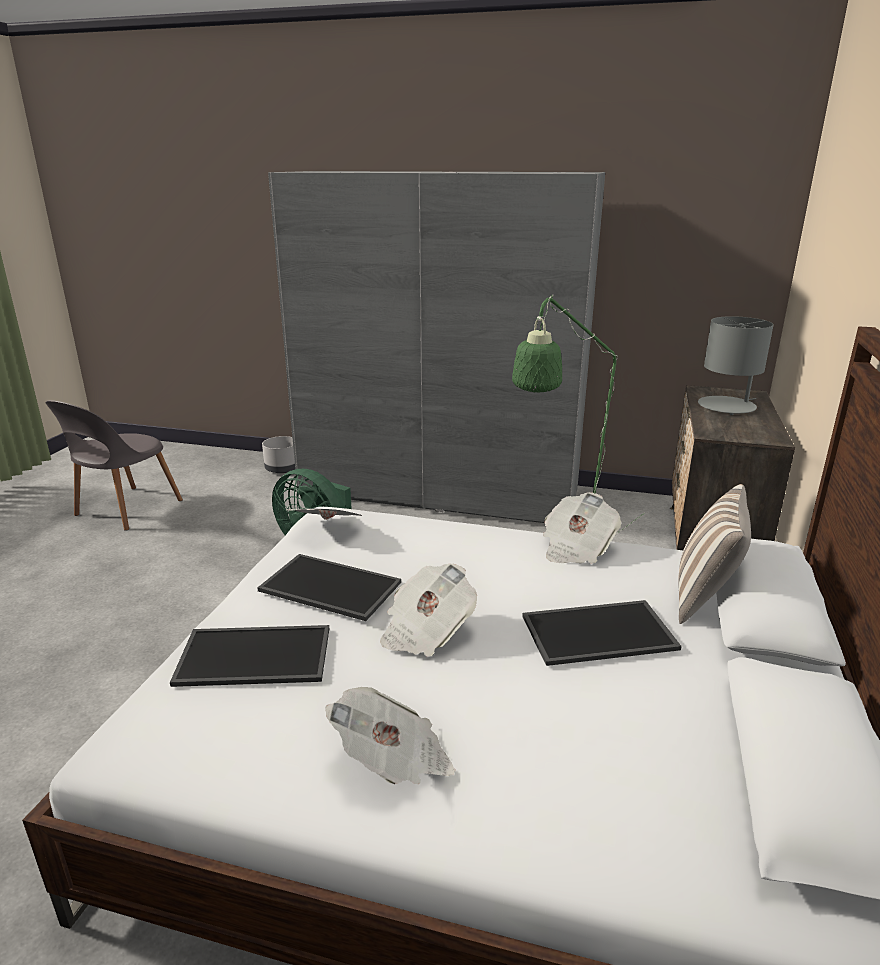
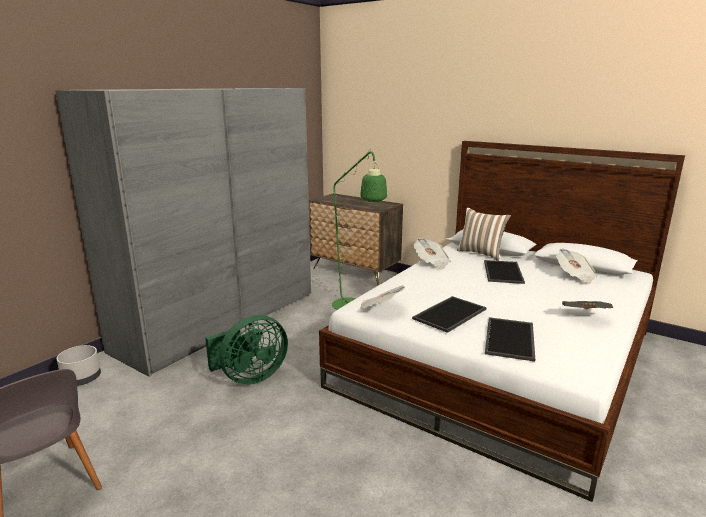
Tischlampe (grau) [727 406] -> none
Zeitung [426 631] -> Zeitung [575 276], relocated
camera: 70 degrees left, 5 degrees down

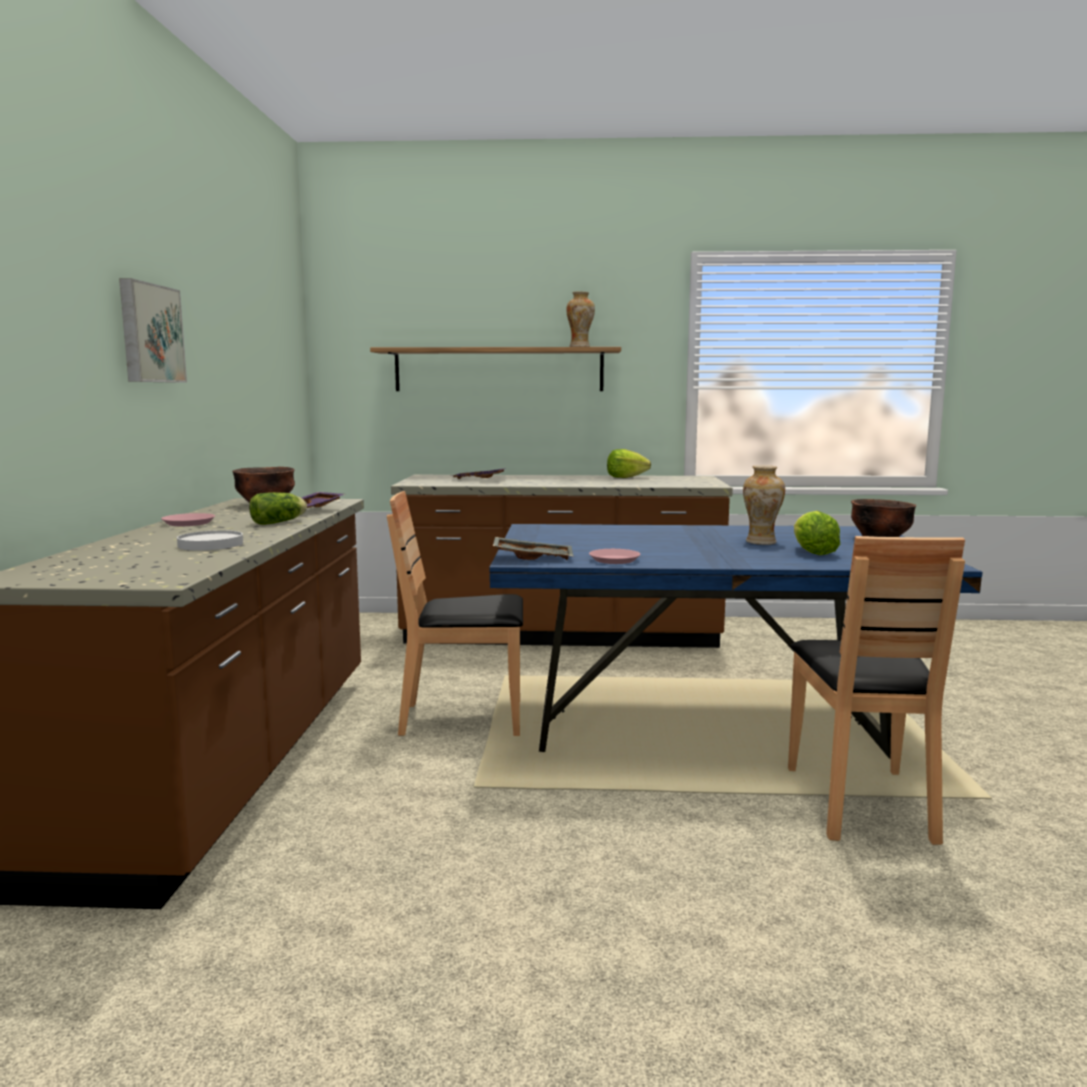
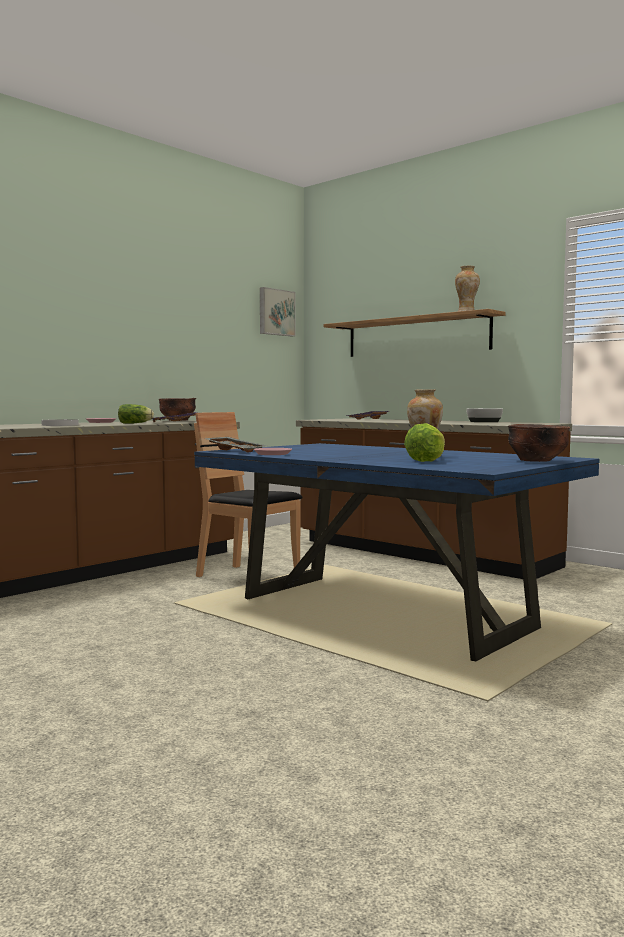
Stuhl (braun) [861 802] -> none
Bild [149 333] -> Bild [276 312], relocated
Salatkopf [625 477] -> Schüssel [484 421]
camera: 40 degrees right, 5 degrees down

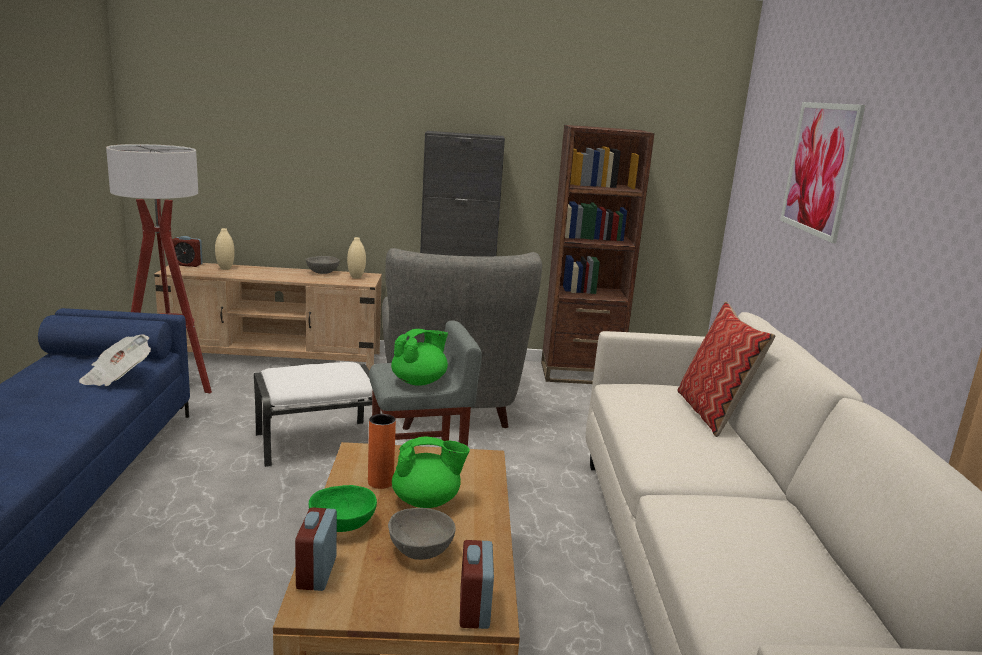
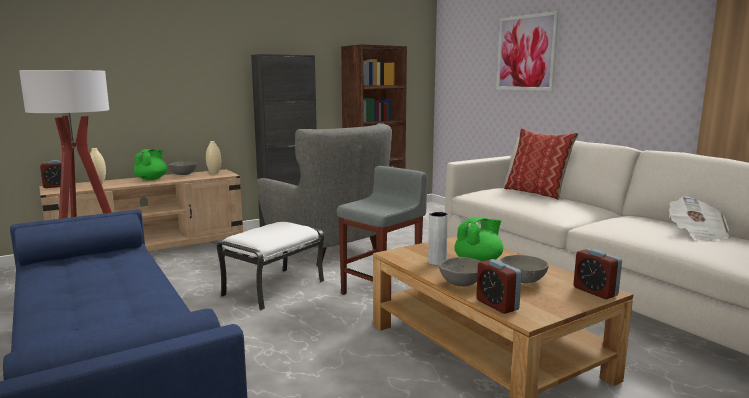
Zeitung [117 377] -> Zeitung [696 234], relocated
Teekanne (grün) [419 381] -> Teekanne (grün) [152 179], relocated
Schüssel (grün) [341 525] -> Schüssel (grau) [461 284]
Vase (orange) [380 482] -> Vase (grau) [437 262]
camera: 30 degrees left, 5 degrees down

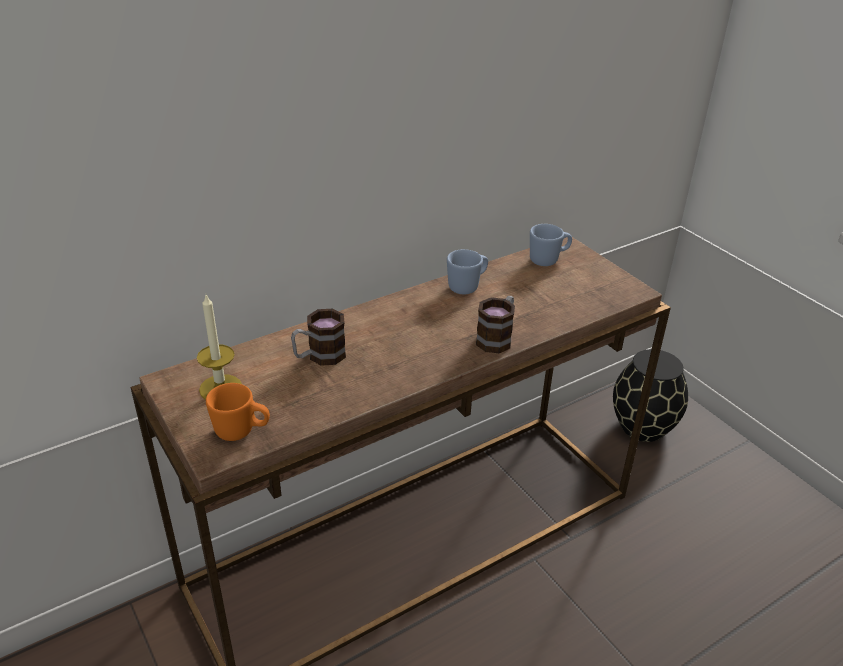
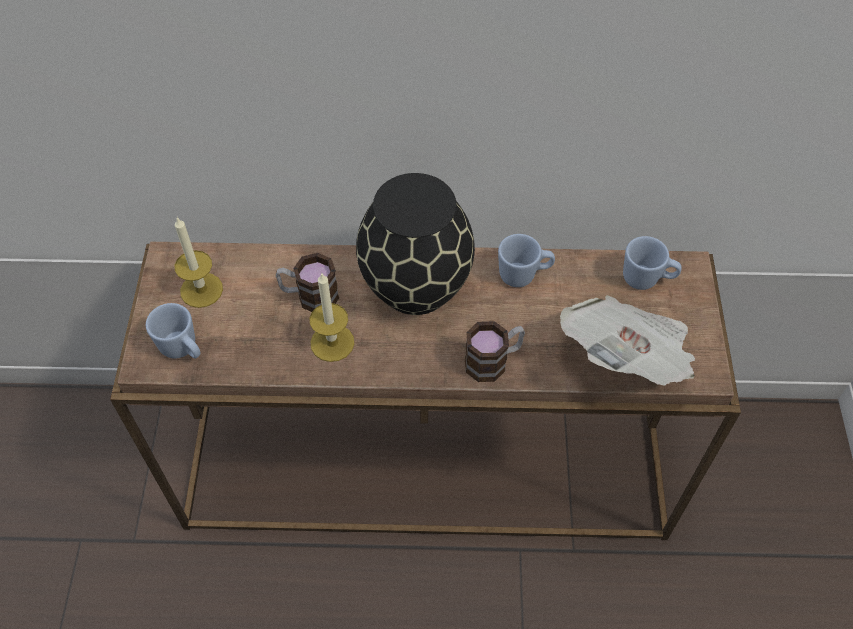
none -> Kerze [332 343]
none -> Zeitung [627 357]
Vase (schwarz) [643 427] -> Vase (schwarz) [416 288], relocated
Henkelbecher (orange) [241 431] -> Henkelbecher (blau) [183 349]
camera: 35 degrees right, 20 degrees up

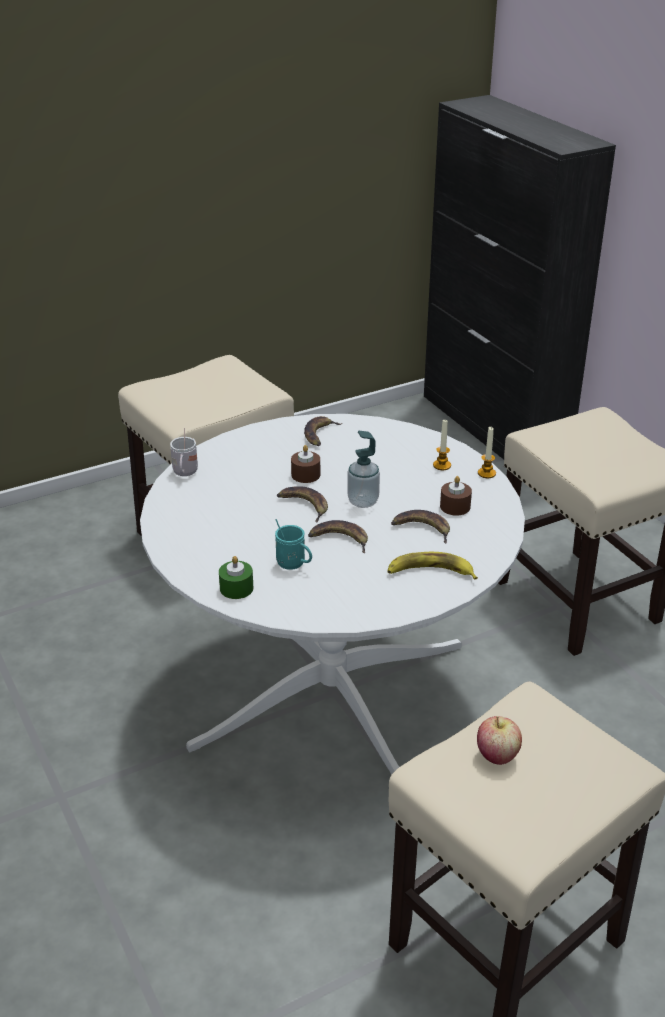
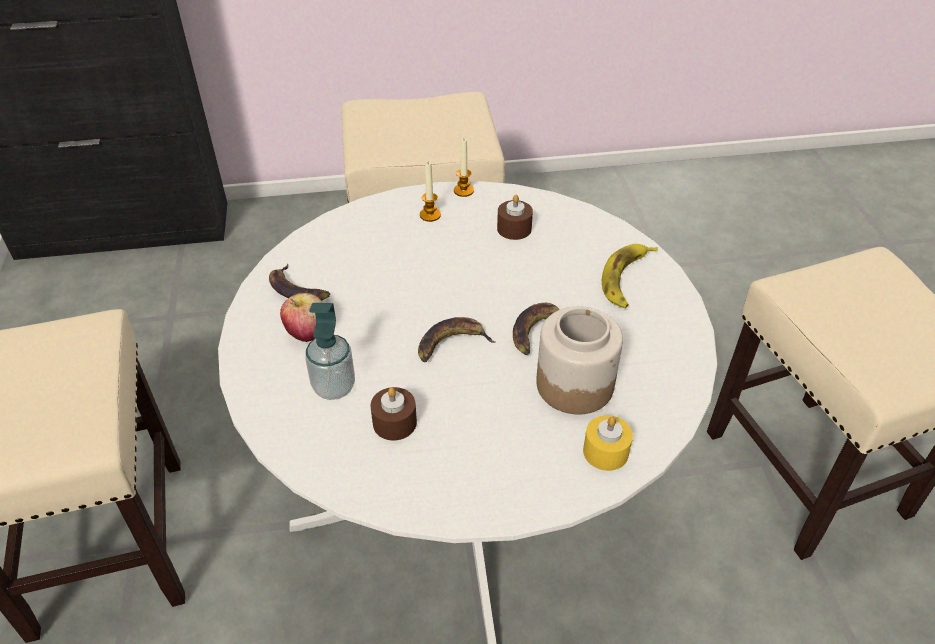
Henkelbecher (weiß) [185 474] -> none
Banane [421 528] -> none
Kerze (braun) [305 475] -> Kerze (braun) [394 422], relocated
Seifenspender [363 501] -> Seifenspender [334 387], relocated
Apfel [497 755] -> Apfel [307 333], relocated
Henkelbecher (türkis) [294 565] -> Vorratsglas [574 384]
Kerze (grün) [236 588] -> Kerze (gelb) [605 451]
camera: 70 degrees left, 10 degrees up

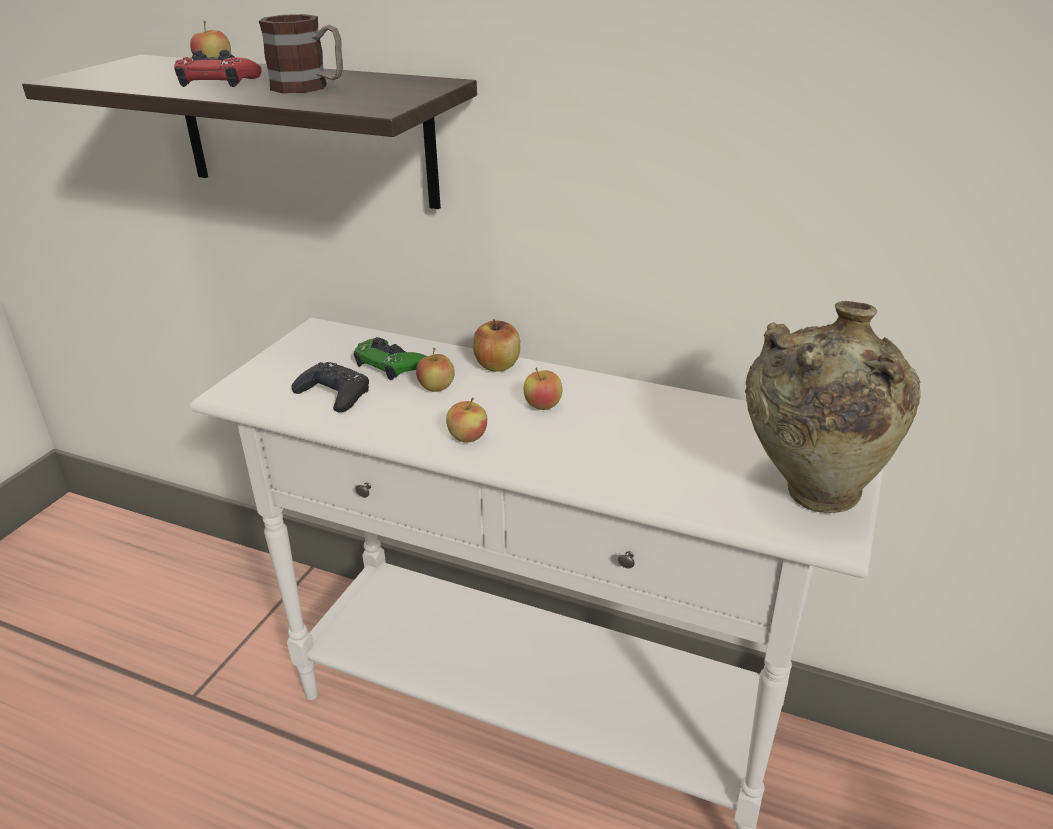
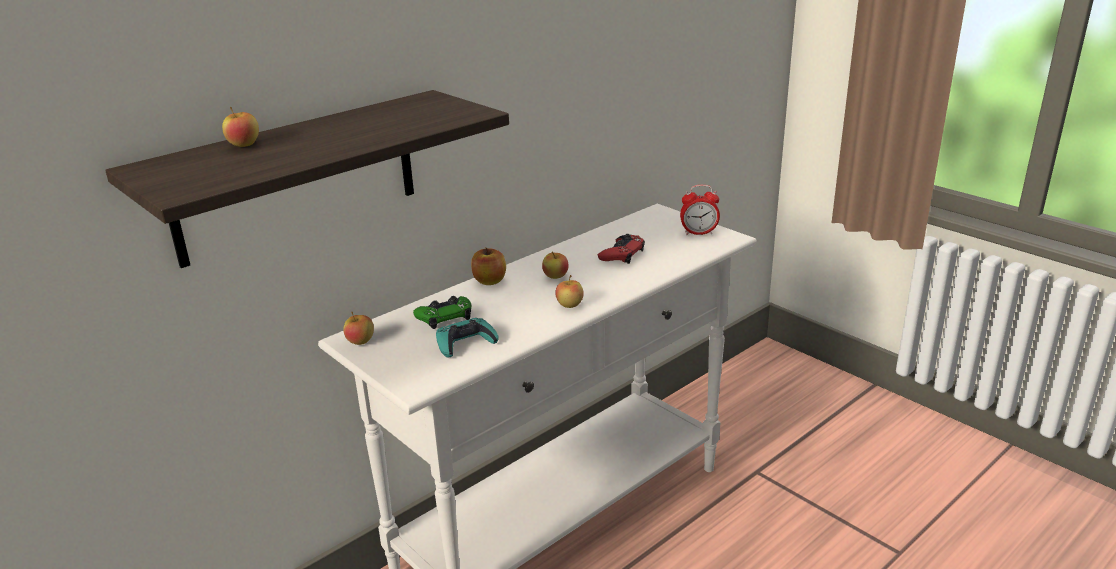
Henkelbecher [309 88] -> none
Gamepad (rot) [217 81] -> Gamepad (rot) [622 254], relocated
Apfel [436 388] -> Apfel [360 342], relocated
Vase (beige) [810 495] -> Wecker [698 233]
Gamepad (schwarz) [333 394] -> Gamepad (türkis) [465 343]
camera: 65 degrees left, 5 degrees down

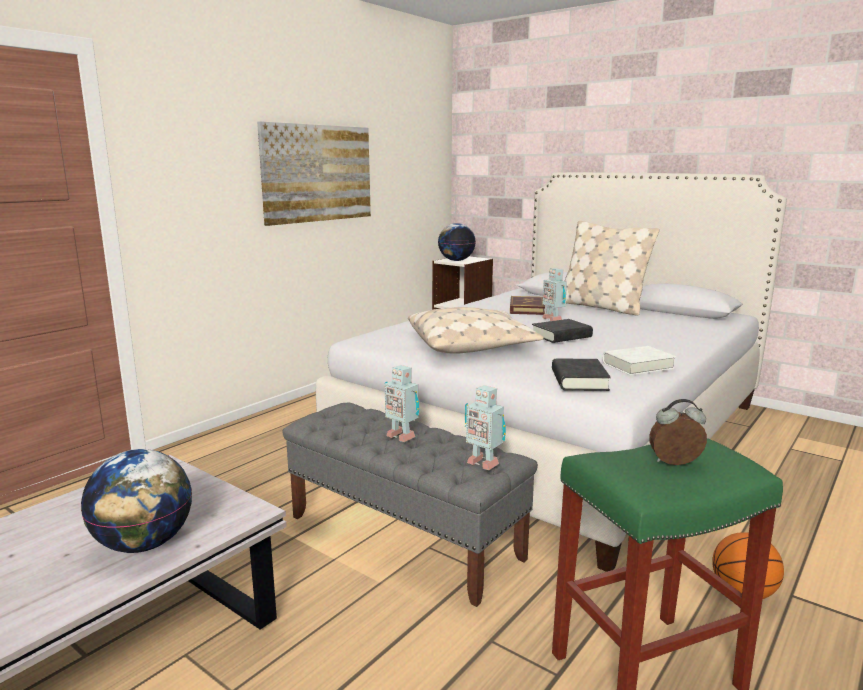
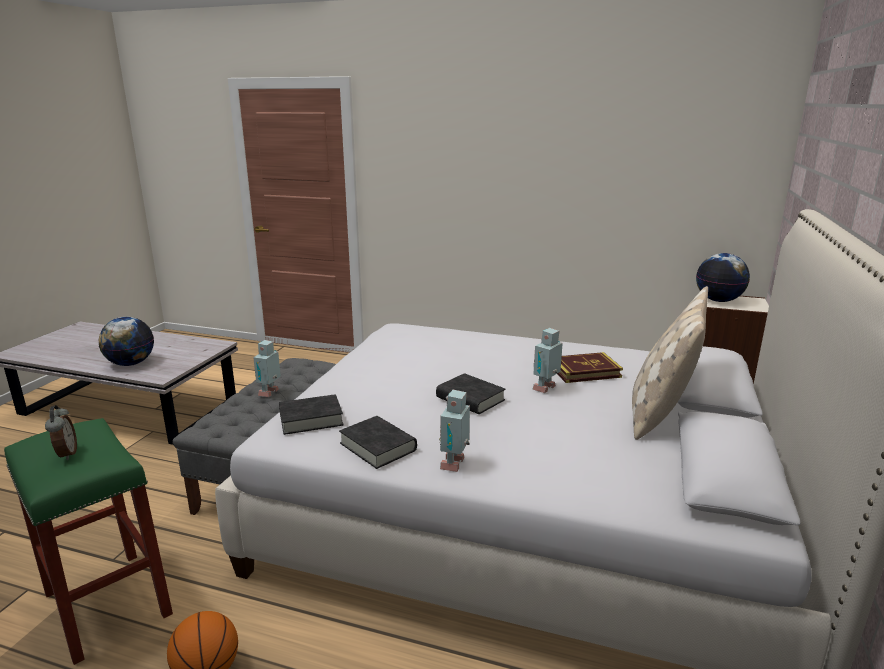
Bild [318 173] -> none
Kissen (beige) [472 345] -> none
Spielzeugroboter [483 462] -> Spielzeugroboter [455 464], relocated
Buch (weiß) [637 366] -> Buch (schwarz) [378 447]
camera: 70 degrees right, 5 degrees up

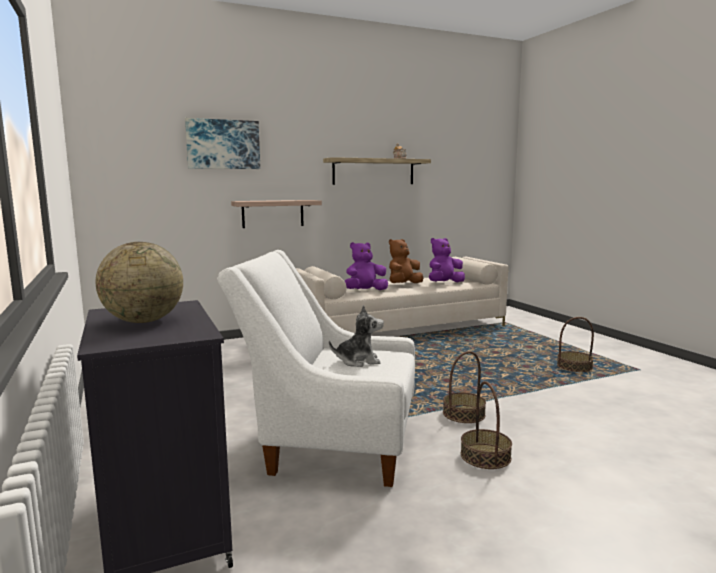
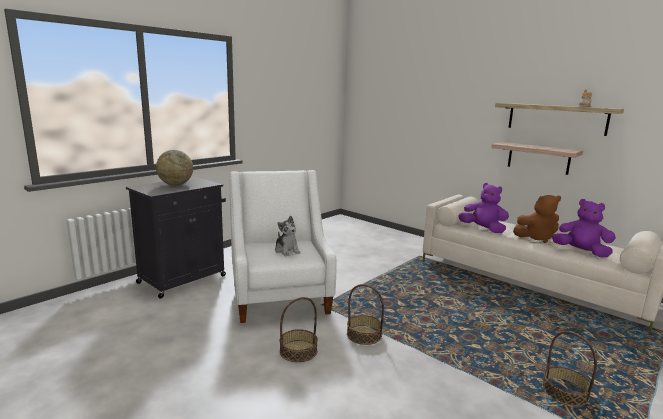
Bild [223 144] -> none
Wandregal [273 213] -> Wandregal [538 158], relocated
Plüschtier (braun) [403 285] -> Plüschtier (braun) [536 238], 150 degrees clockwise
camera: 65 degrees right, 5 degrees up

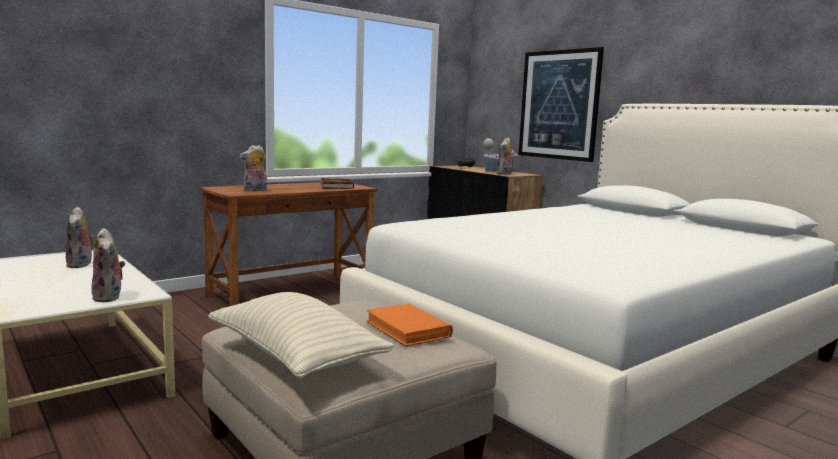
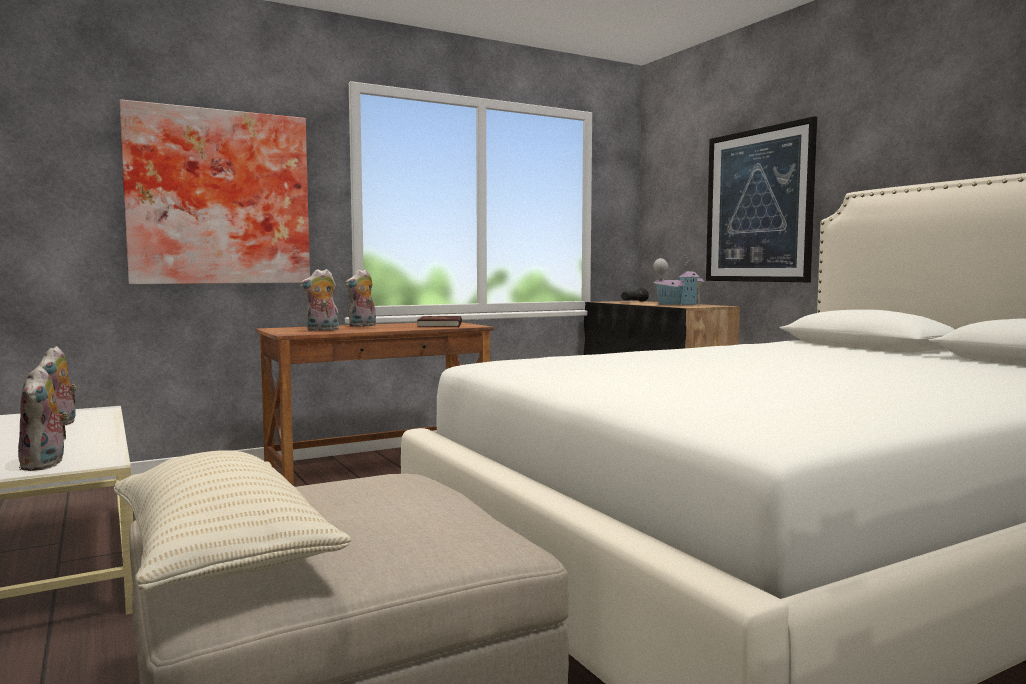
Buch (orange) [408 329] -> none
none -> Bild [219 198]
Plüschtier [504 174] -> Plüschtier [362 326], relocated
camera: 10 degrees right, 5 degrees down

